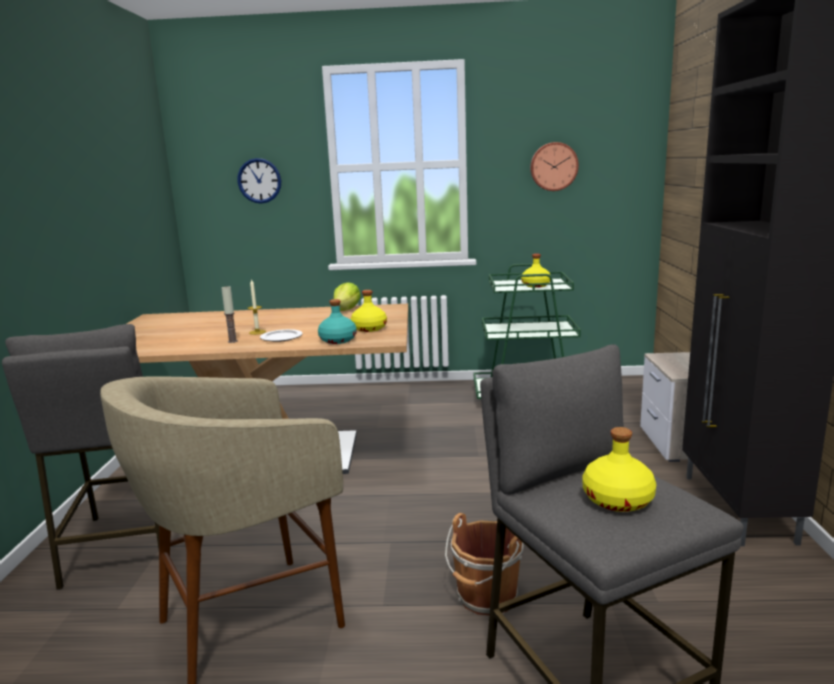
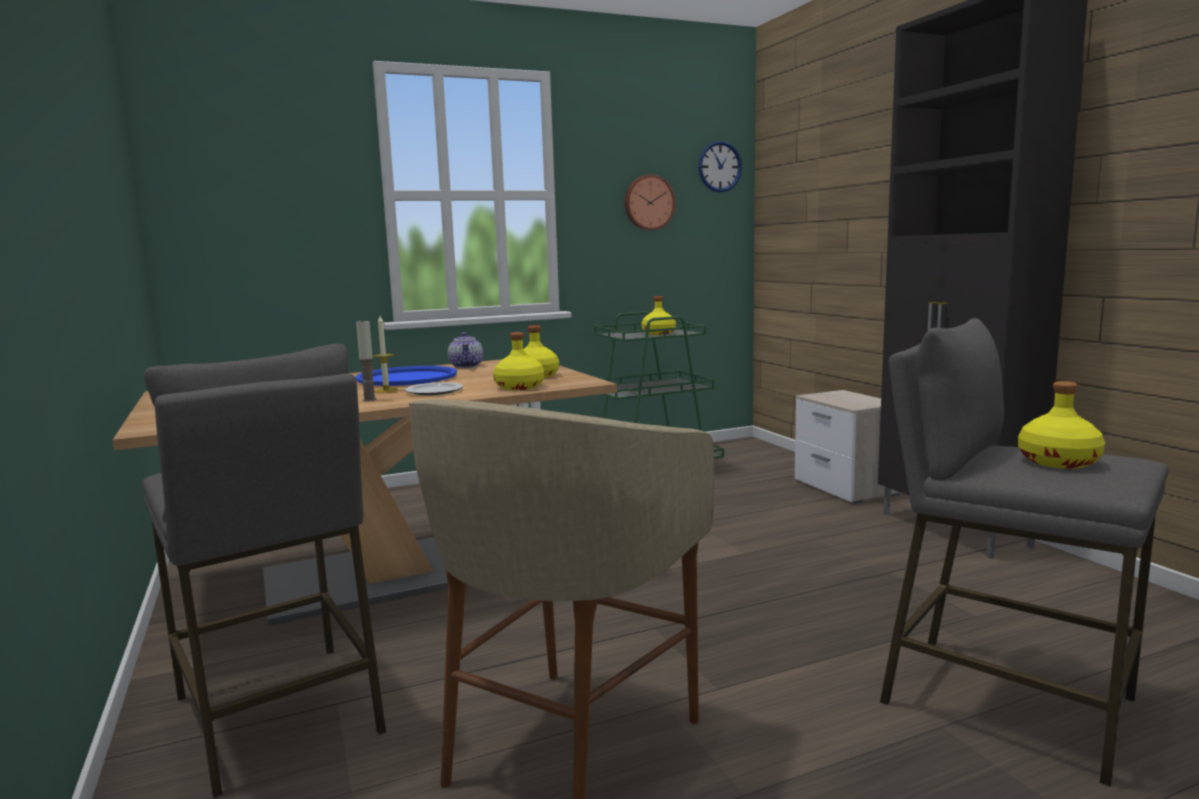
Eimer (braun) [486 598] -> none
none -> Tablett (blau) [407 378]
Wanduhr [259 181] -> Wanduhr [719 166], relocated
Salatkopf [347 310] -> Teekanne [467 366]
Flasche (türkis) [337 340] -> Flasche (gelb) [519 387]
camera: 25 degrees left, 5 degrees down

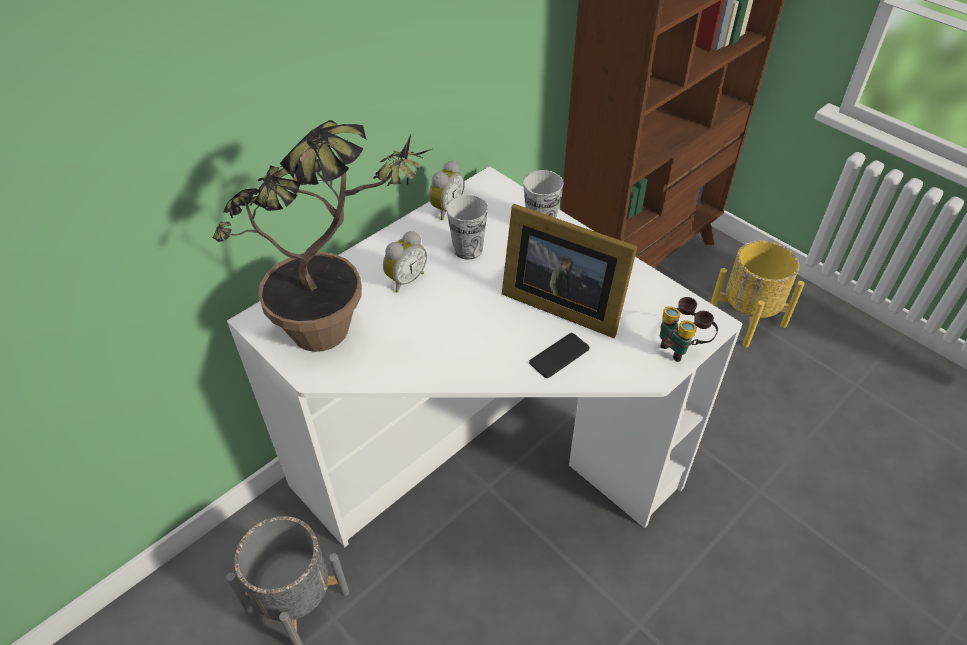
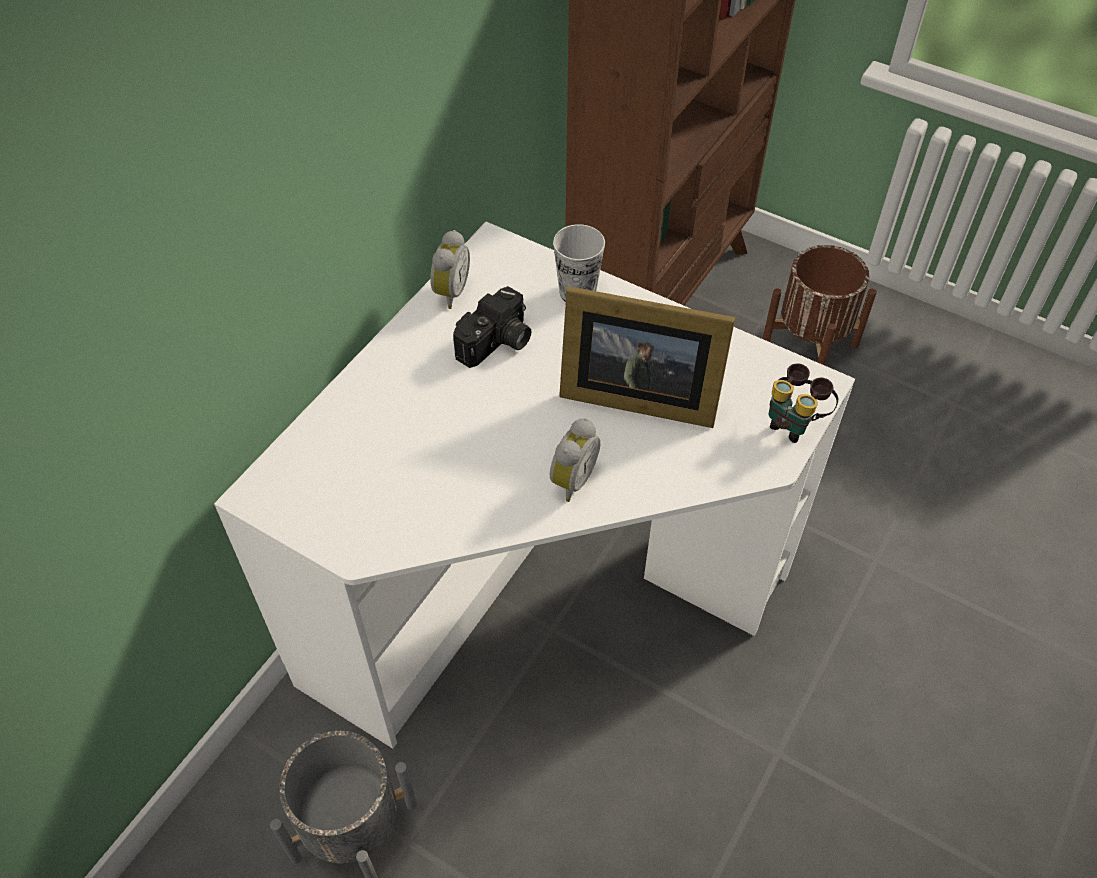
Topfpflanze [341 333] -> none
Handy [559 356] -> none
Wecker [405 279] -> Wecker [570 479], relocated
Tasse [468 249] -> Kamera [497 344]
Pflanzkübel (gelb) [746 318] -> Pflanzkübel (braun) [809 344]
camera: 15 degrees left, 5 degrees up

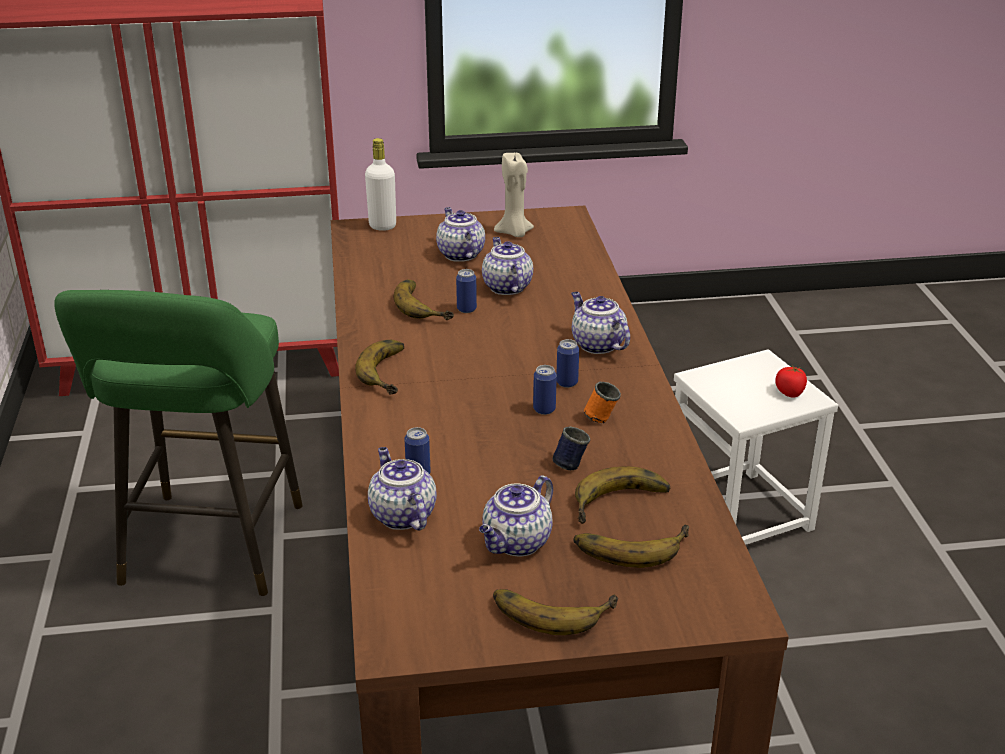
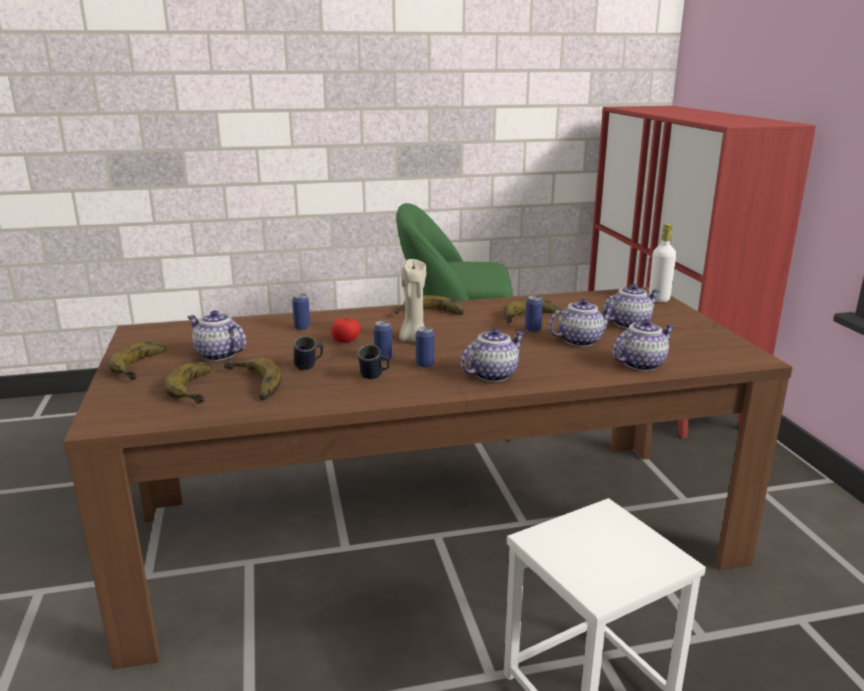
Teekanne [401 515] -> Teekanne [641 364], relocated
Kerze (beige) [514 233] -> Kerze (beige) [413 339], relocated
Tomate [790 392] -> Tomate [346 341], relocated
Henkelbecher (orange) [601 416] -> Henkelbecher (blau) [374 377]
camera: 85 degrees right, 10 degrees down

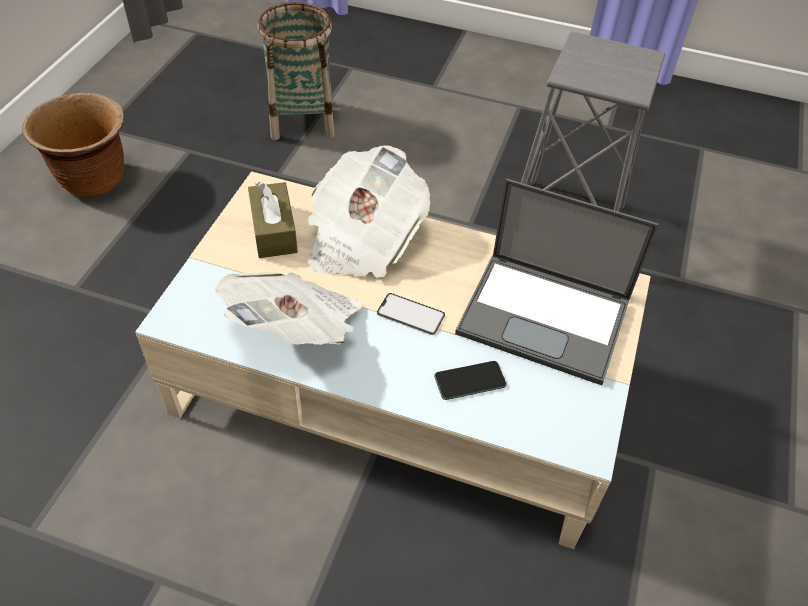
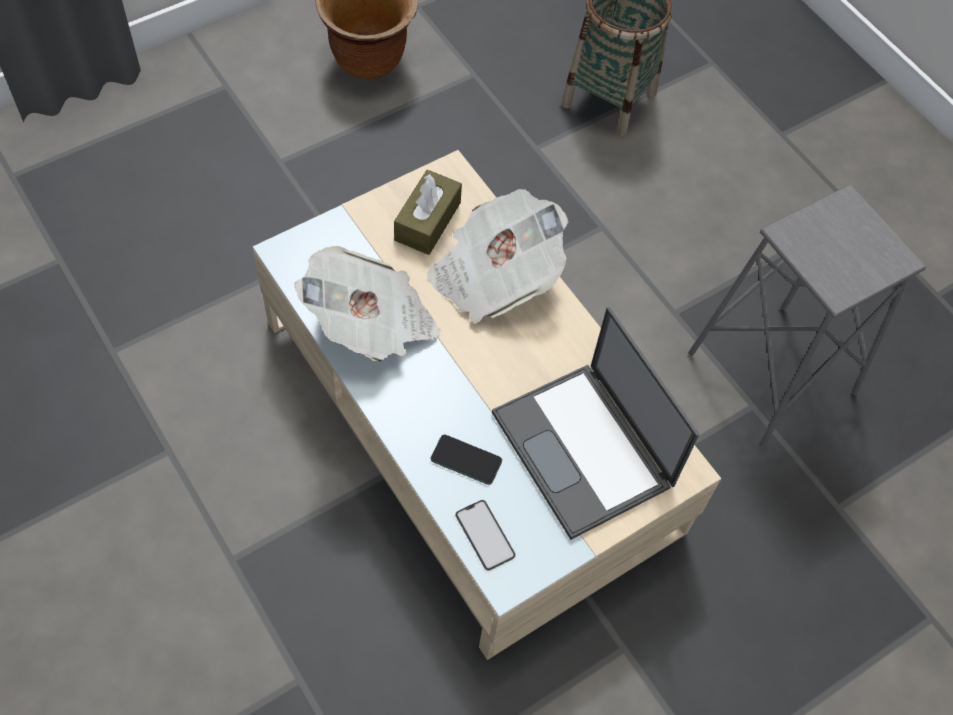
Handy [410 314] -> Handy [485 535], relocated
camera: 35 degrees right, 10 degrees up

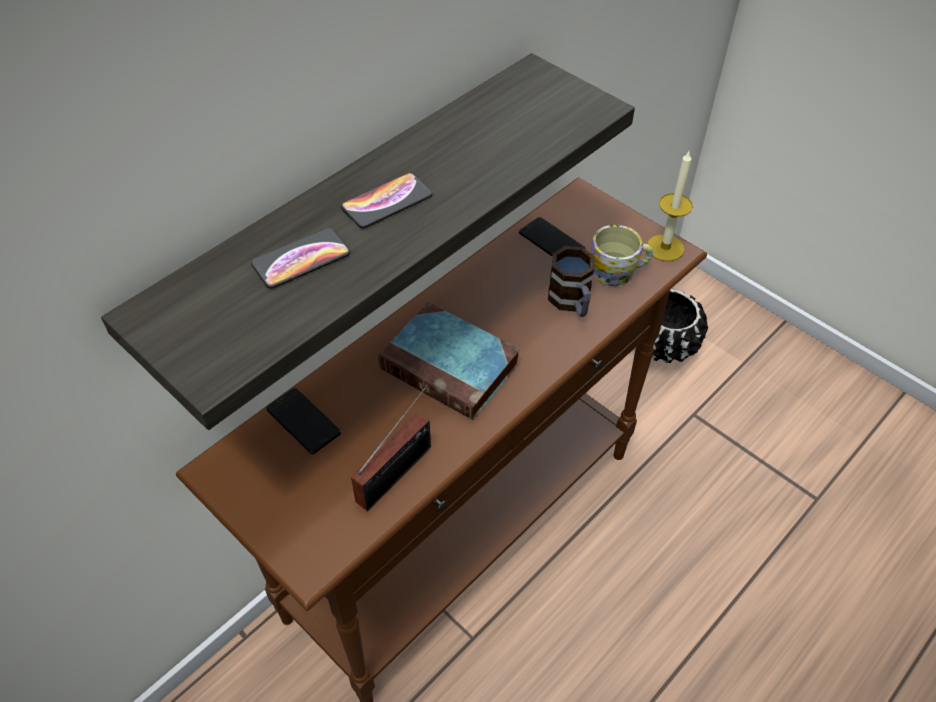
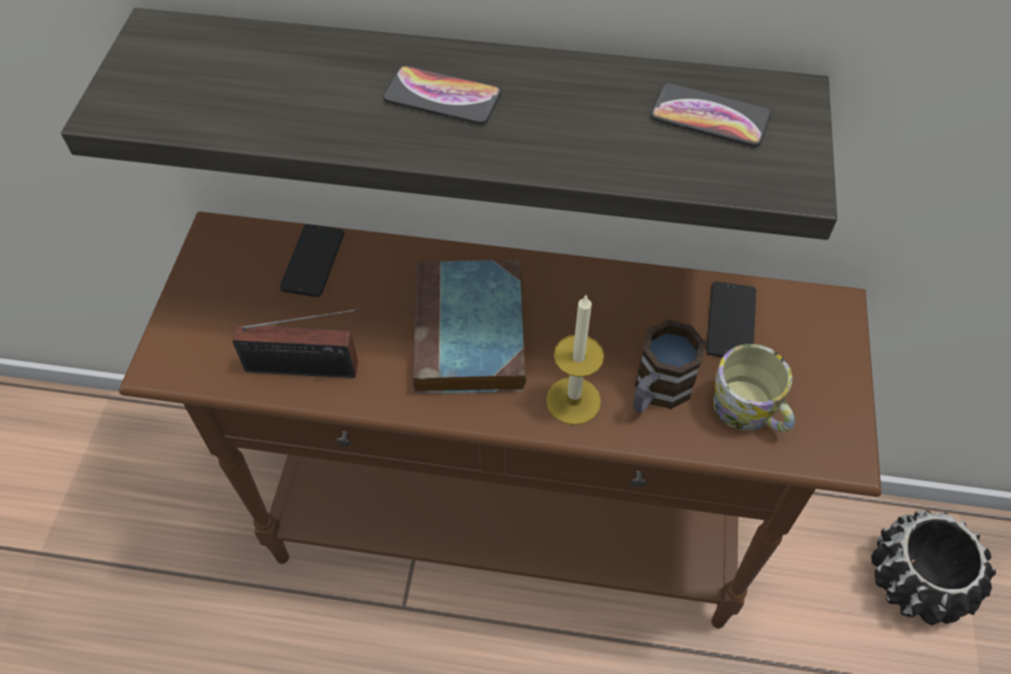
Handy [301 259] -> Handy [709 117], relocated
Kerze [665 248] -> Kerze [573 401], relocated
camera: 55 degrees right, 5 degrees up

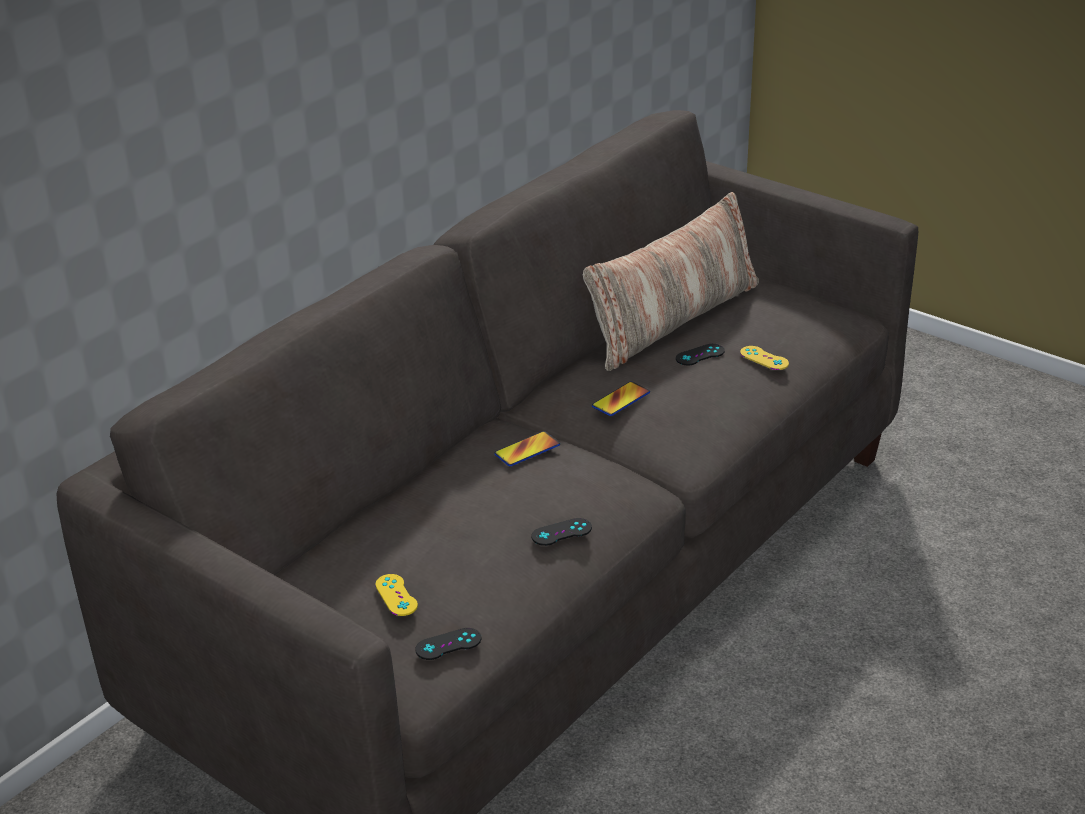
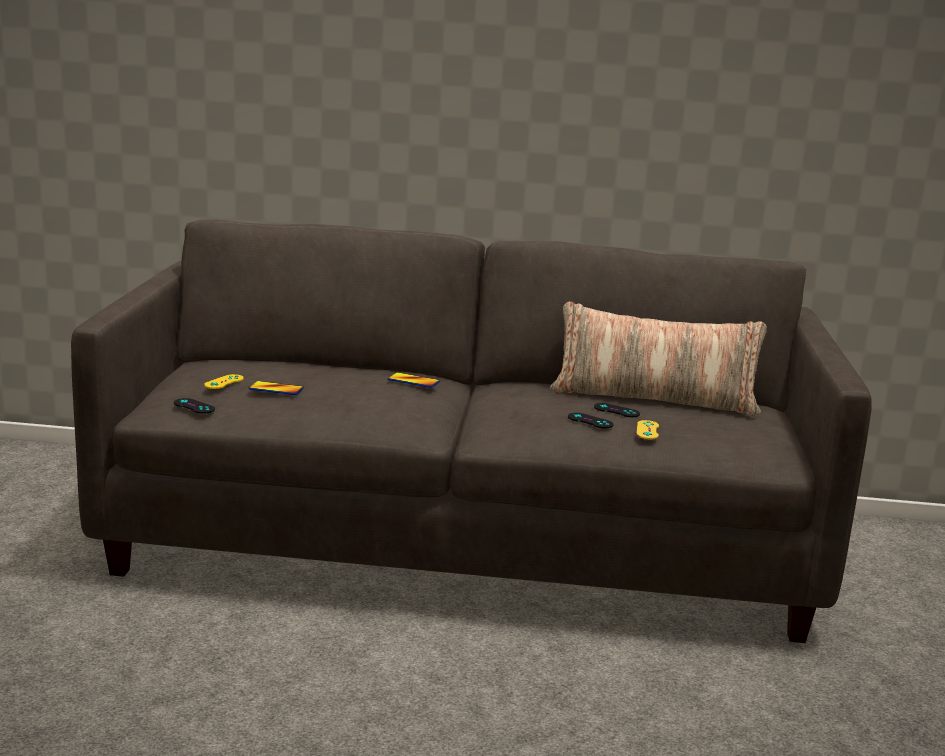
Gamepad (schwarz) [561 532] -> Gamepad (schwarz) [590 421], relocated
Handy [621 400] -> Handy [276 389], relocated
camera: 55 degrees right, 15 degrees down

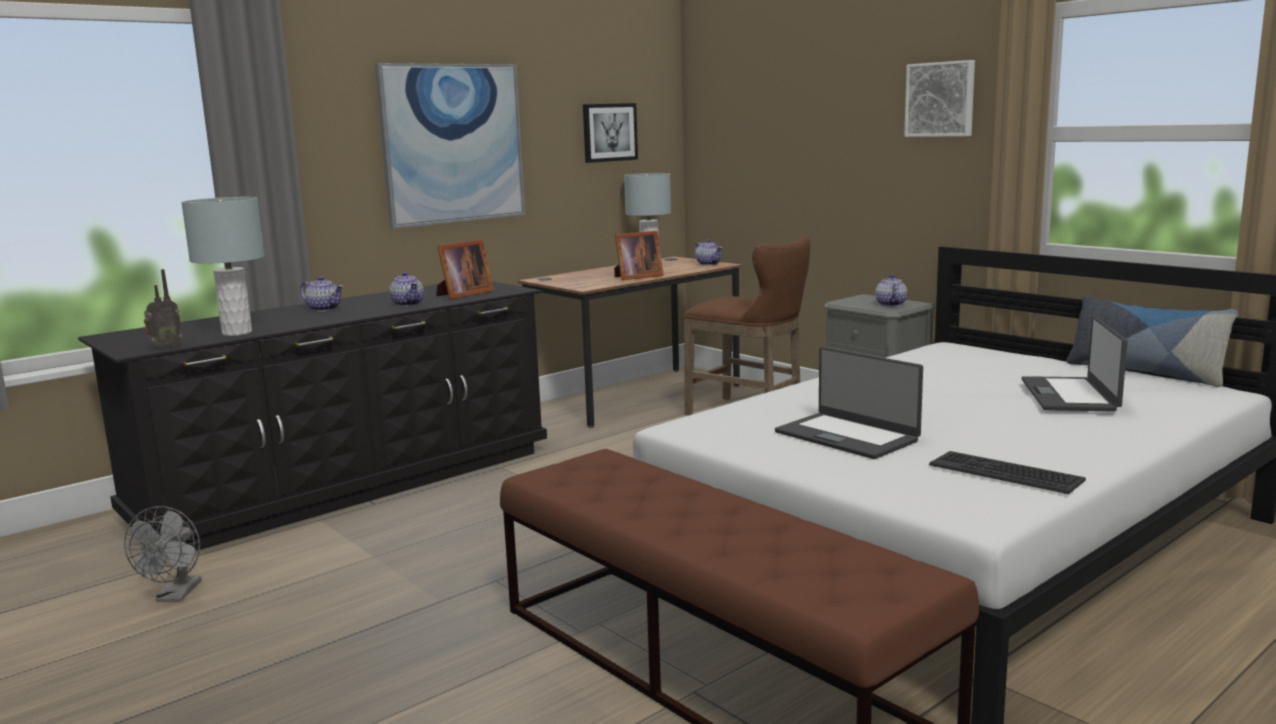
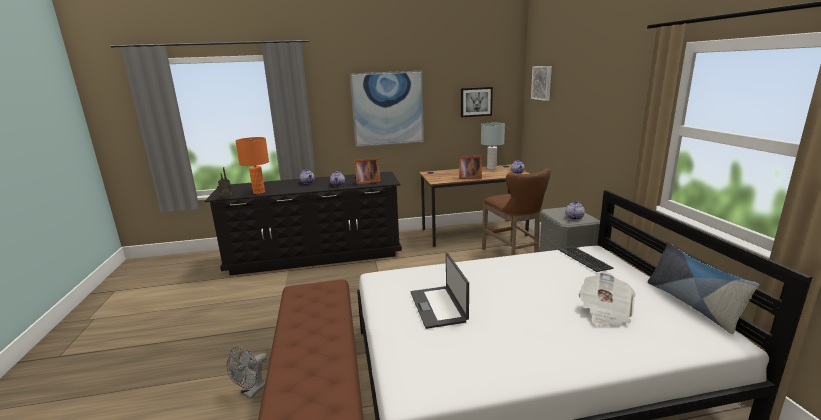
Ventilator (grau) [176 596] -> Ventilator (grau) [252 392], relocated
Bild [941 99] -> Bild [542 83], relocated
Tastatur [1005 473] -> Tastatur [584 259], relocated
Laptop [1070 395] -> Zeitung [604 312]
Tischlampe (grau) [237 333] -> Tischlampe (orange) [258 192]
camera: 30 degrees right, 5 degrees up

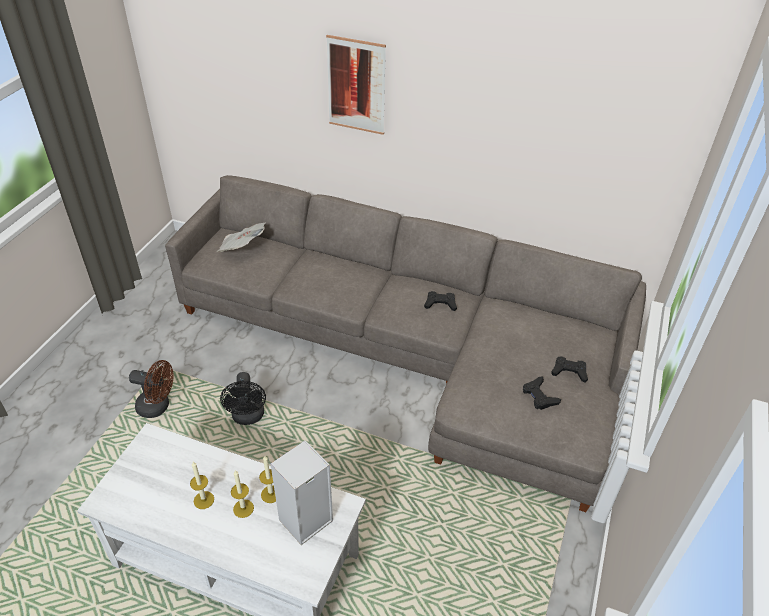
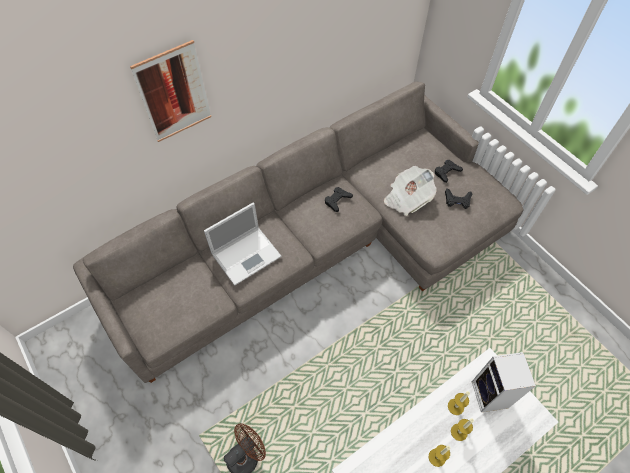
Ventilator (schwarz) [248 417] -> none
none -> Laptop [247 254]
Zeitung [242 248] -> Zeitung [407 198], relocated
camera: 55 degrees left, 15 degrees up

